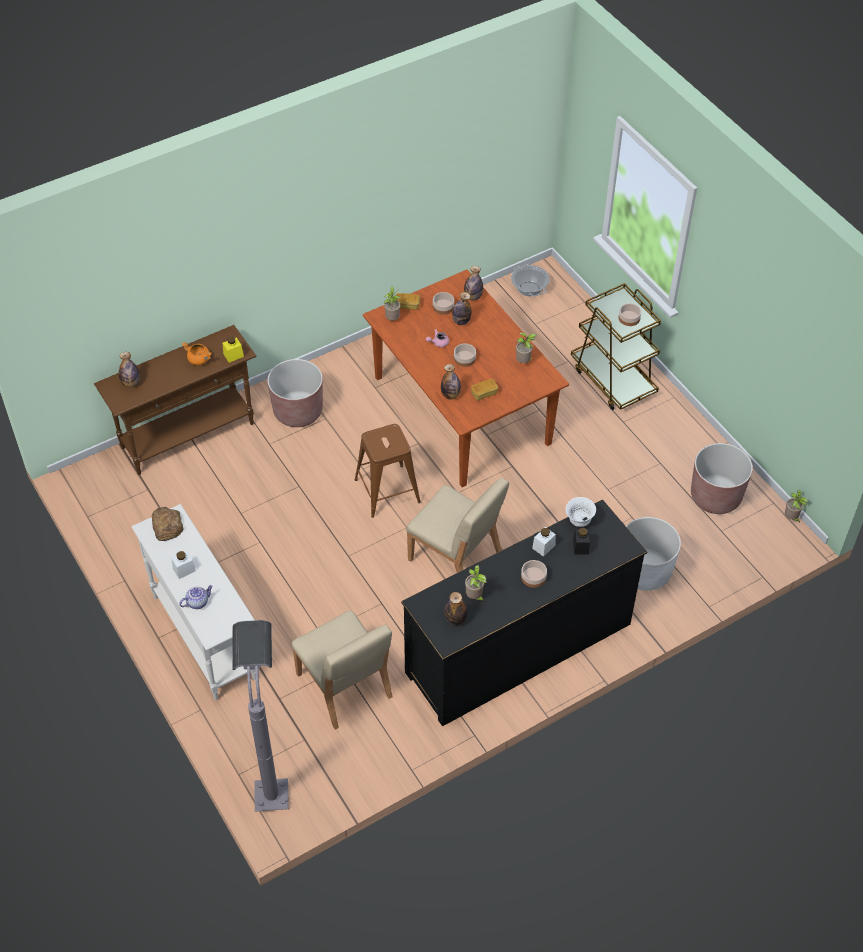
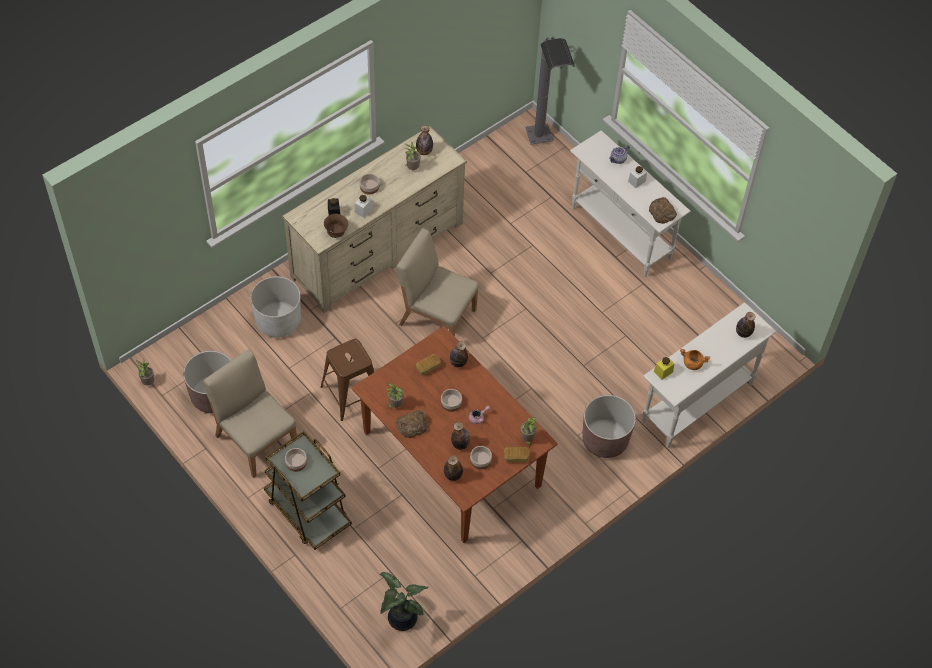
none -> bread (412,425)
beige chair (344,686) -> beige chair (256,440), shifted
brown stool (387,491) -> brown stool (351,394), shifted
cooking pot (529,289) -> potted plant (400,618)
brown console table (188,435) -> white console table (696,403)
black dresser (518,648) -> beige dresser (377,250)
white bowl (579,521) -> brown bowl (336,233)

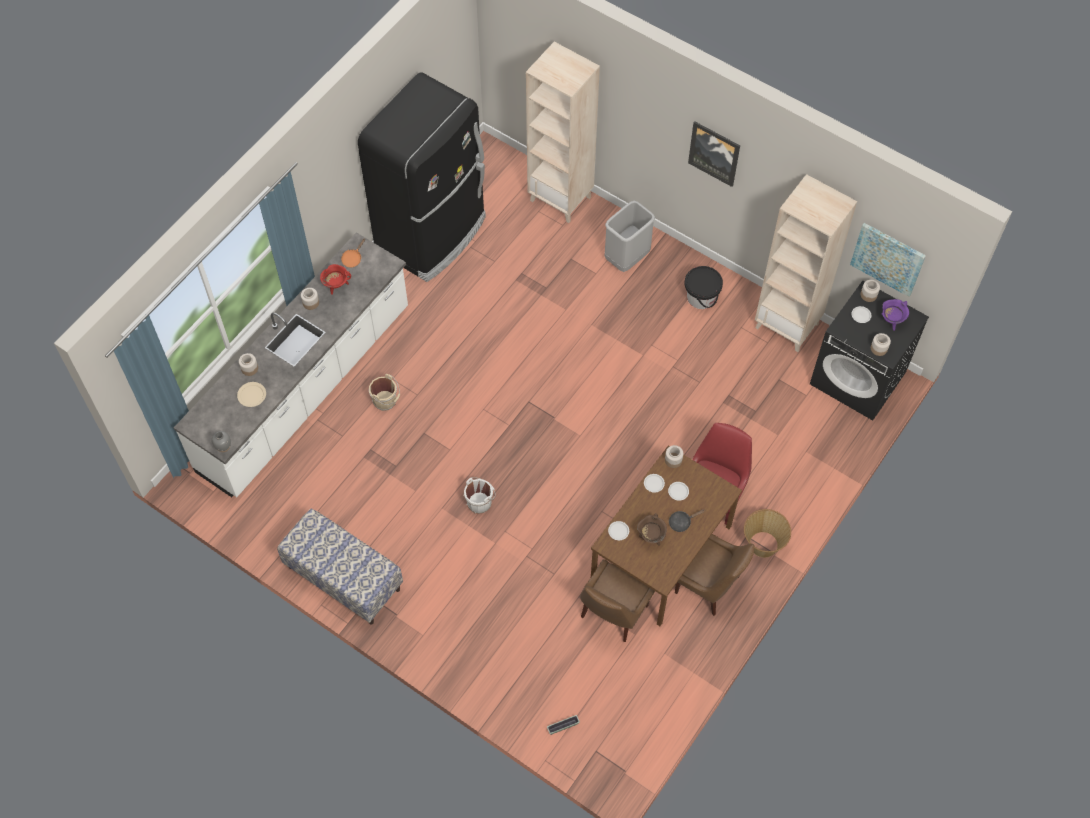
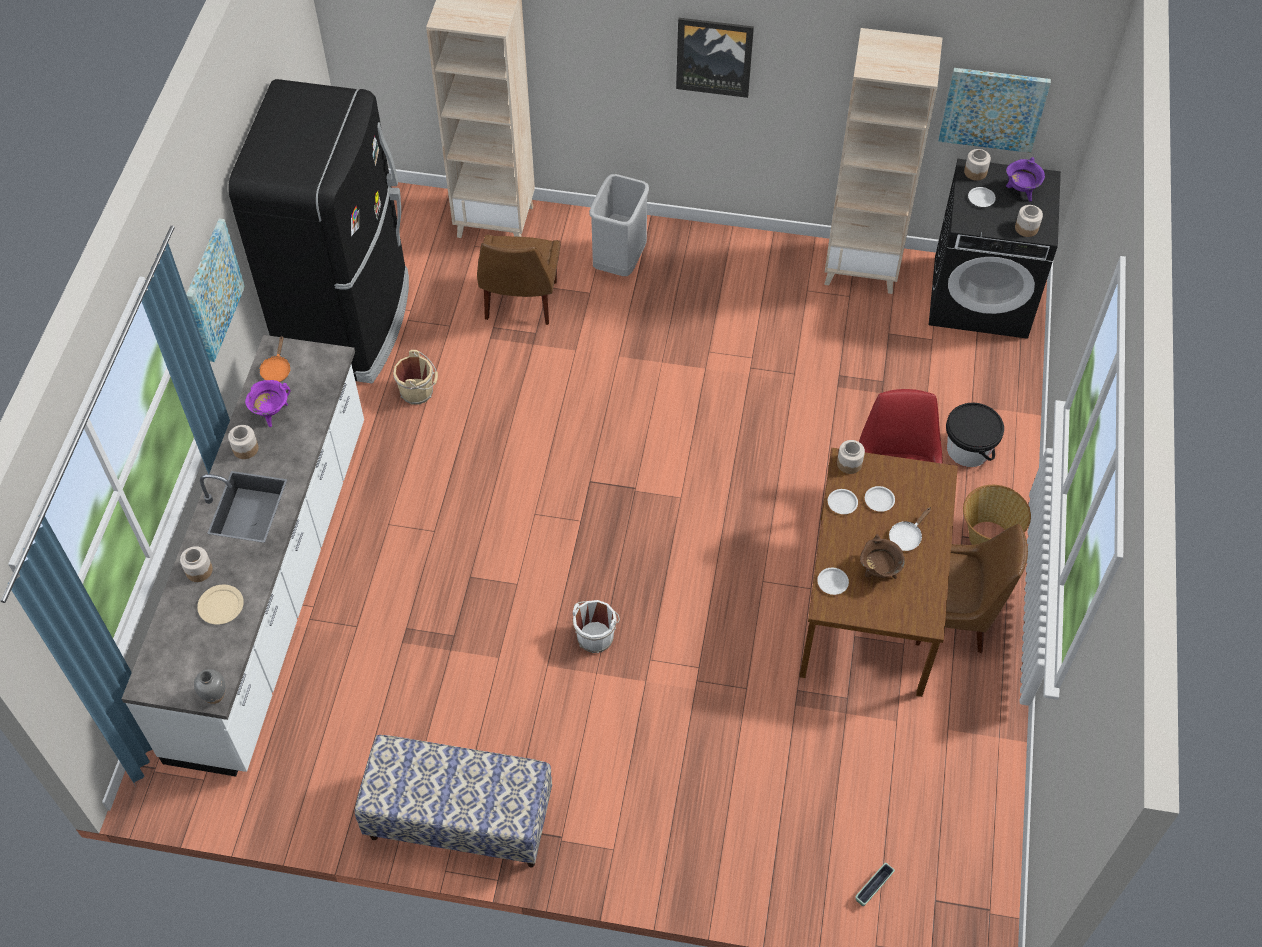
none -> picture (213,290)
beige bucket (386,401) -> beige bucket (418,392), shifted
brown chair (612,613) -> brown chair (520,303), shifted
black bucket (701,297) -> black bucket (968,449), shifted
red cooking pot (336,286) -> purple cooking pot (271,413)
black frying pan (682,522) -> white frying pan (907,536)

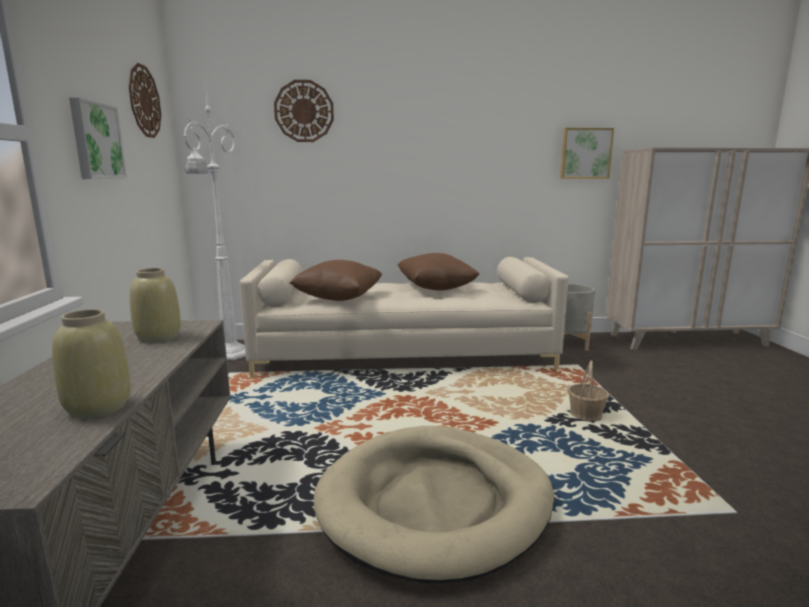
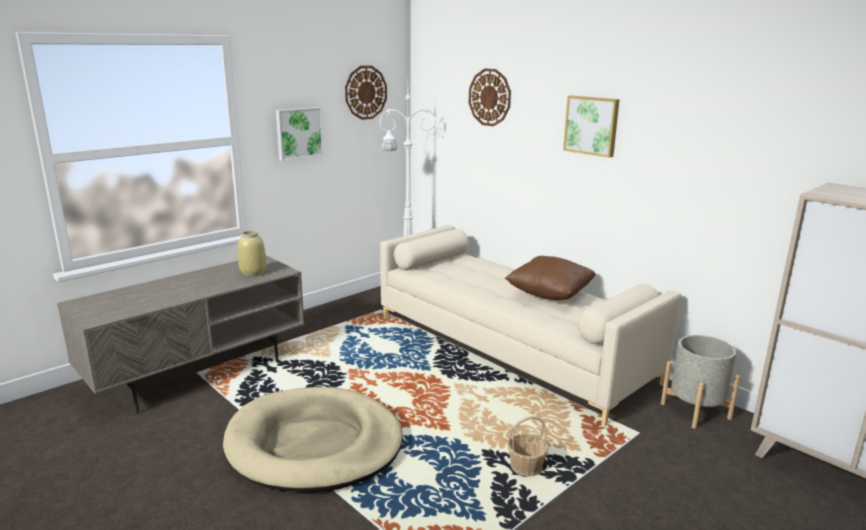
beige vase (97,408) -> none
brown pillow (338,298) -> none
picture (585,153) -> picture (592,125), shifted

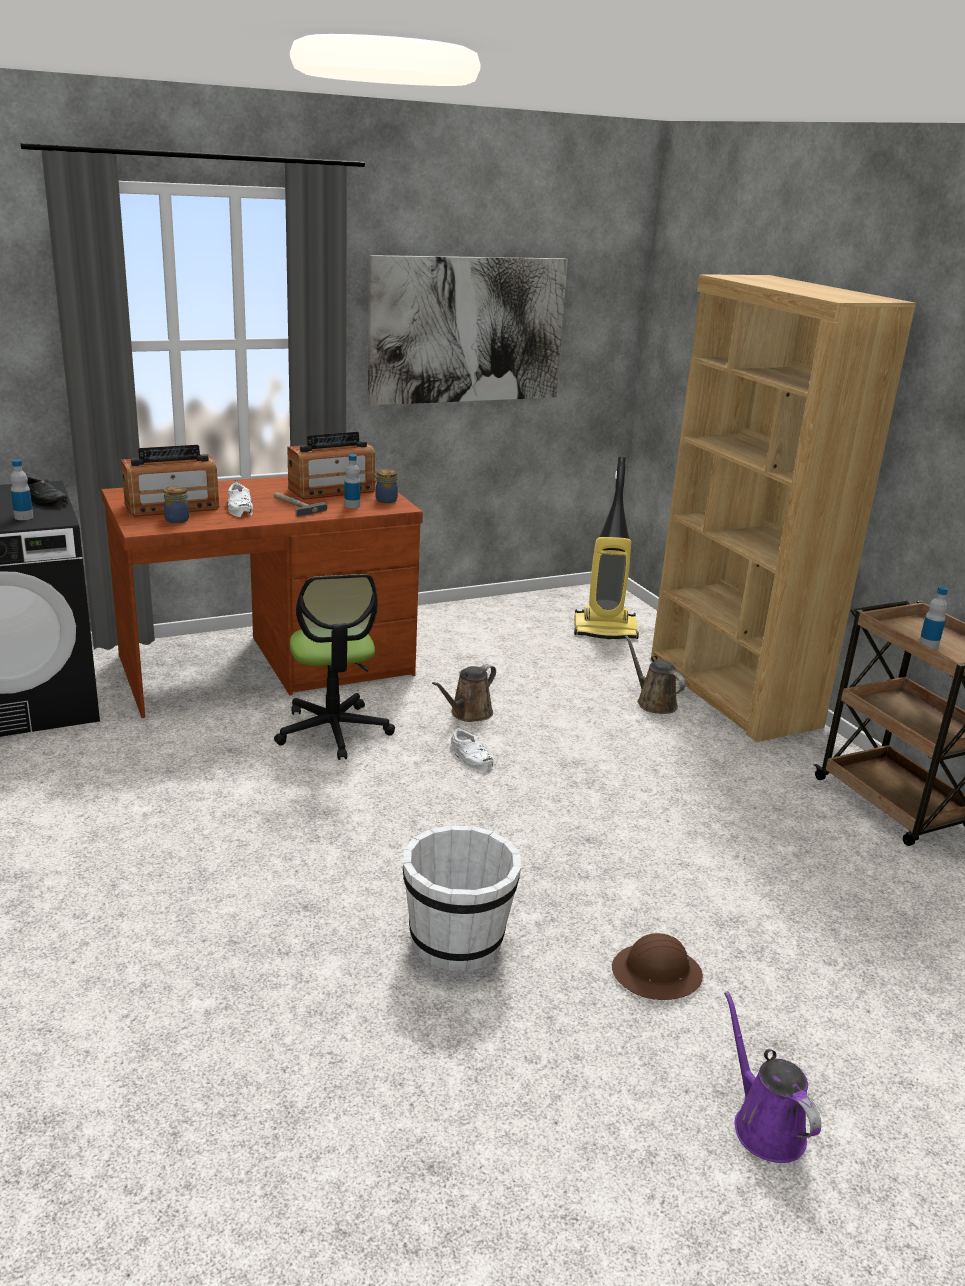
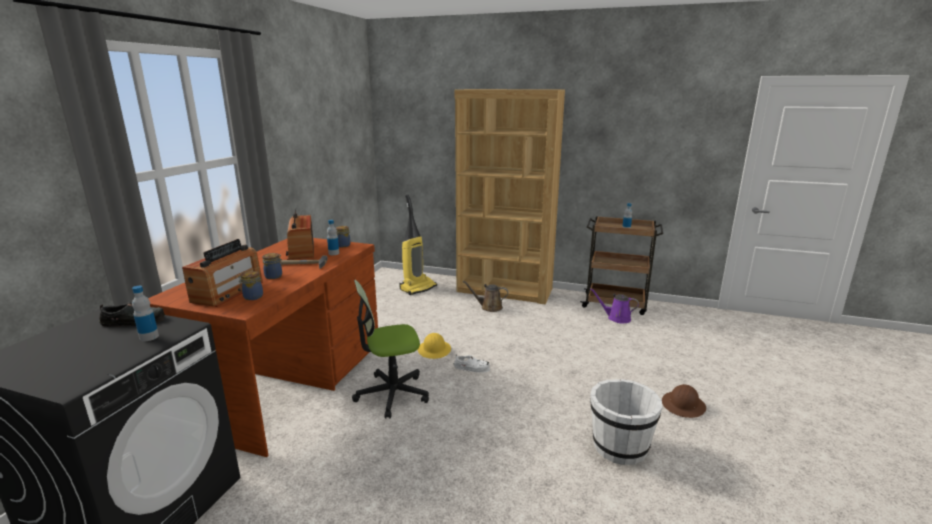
picture (467,330) -> none
purple watering can (764,1125) -> purple watering can (616,318), shifted
white shoe (240,508) -> jar (274,276)
brown watering can (468,714) -> yellow hard hat (434,350)
office chair (333,731) -> office chair (392,394), 135 degrees clockwise
radio (332,490) -> radio (301,250), 150 degrees clockwise

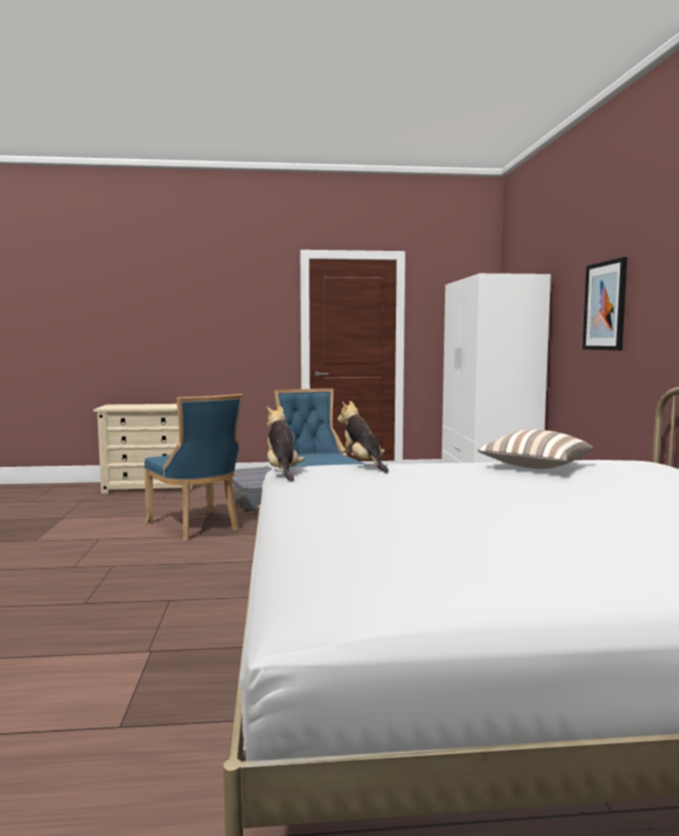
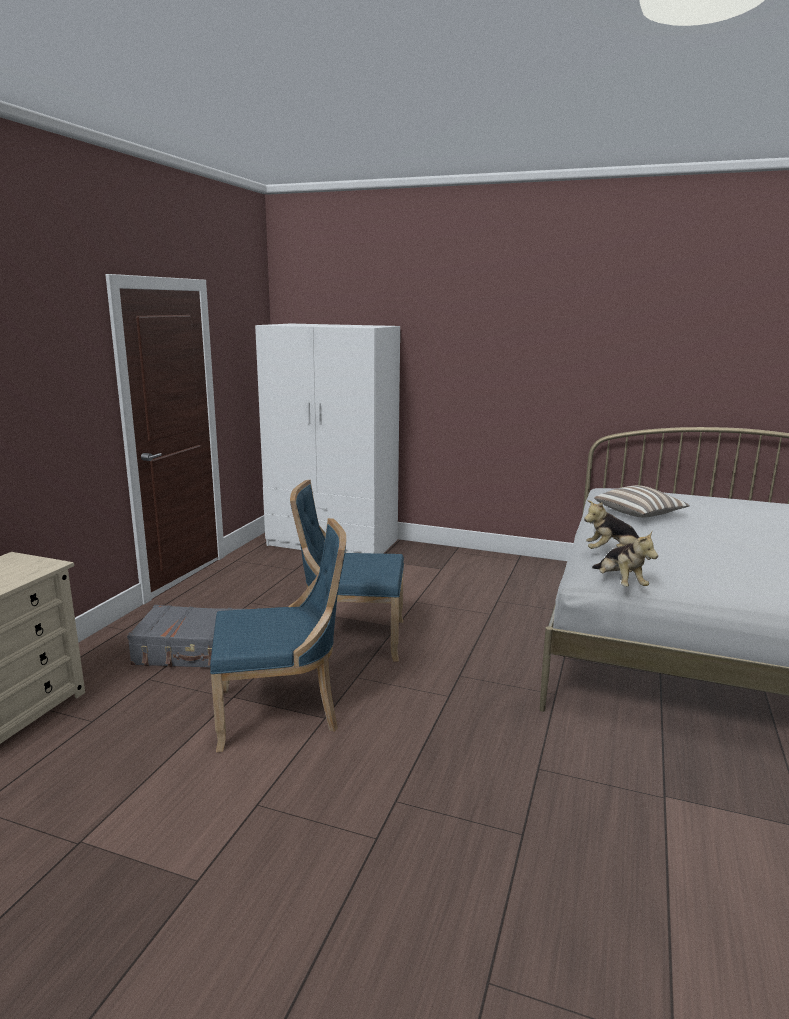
picture (605,306) -> none
plush toy (282,472) -> plush toy (620,583), 120 degrees counterclockwise

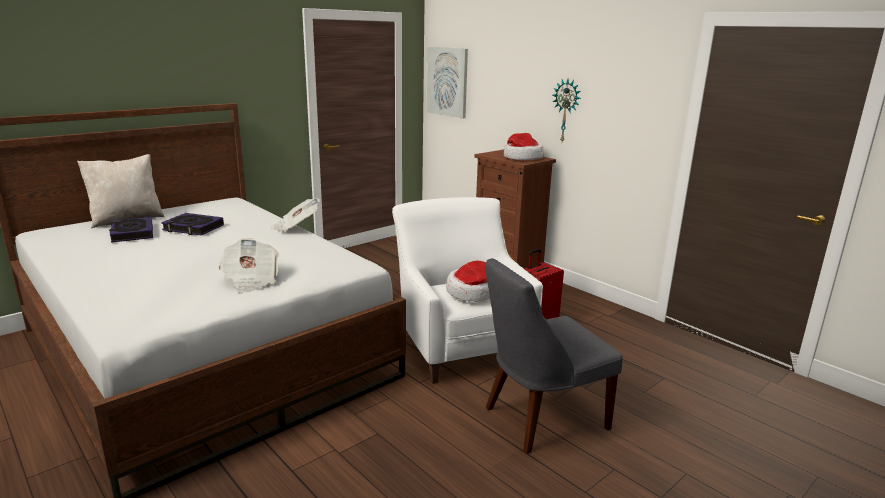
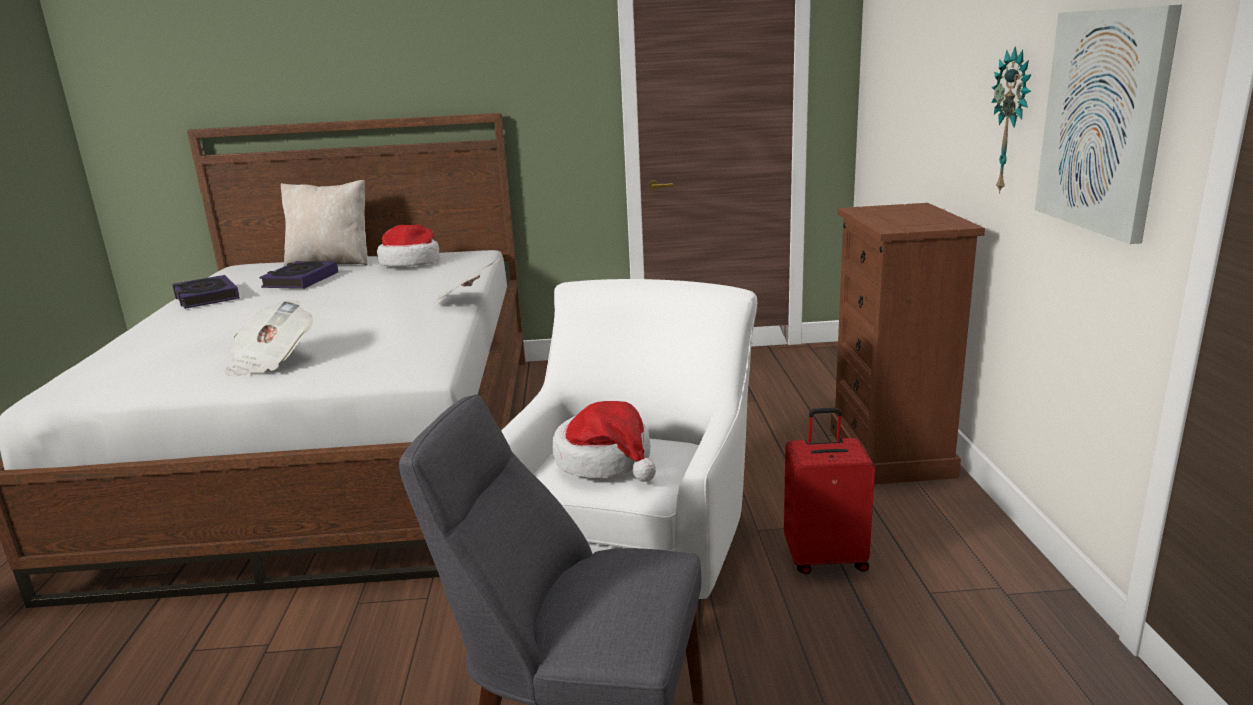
book (193,228) -> book (206,297), shifted
picture (447,82) -> picture (1104,121), shifted
hat (521,158) -> hat (411,262), shifted

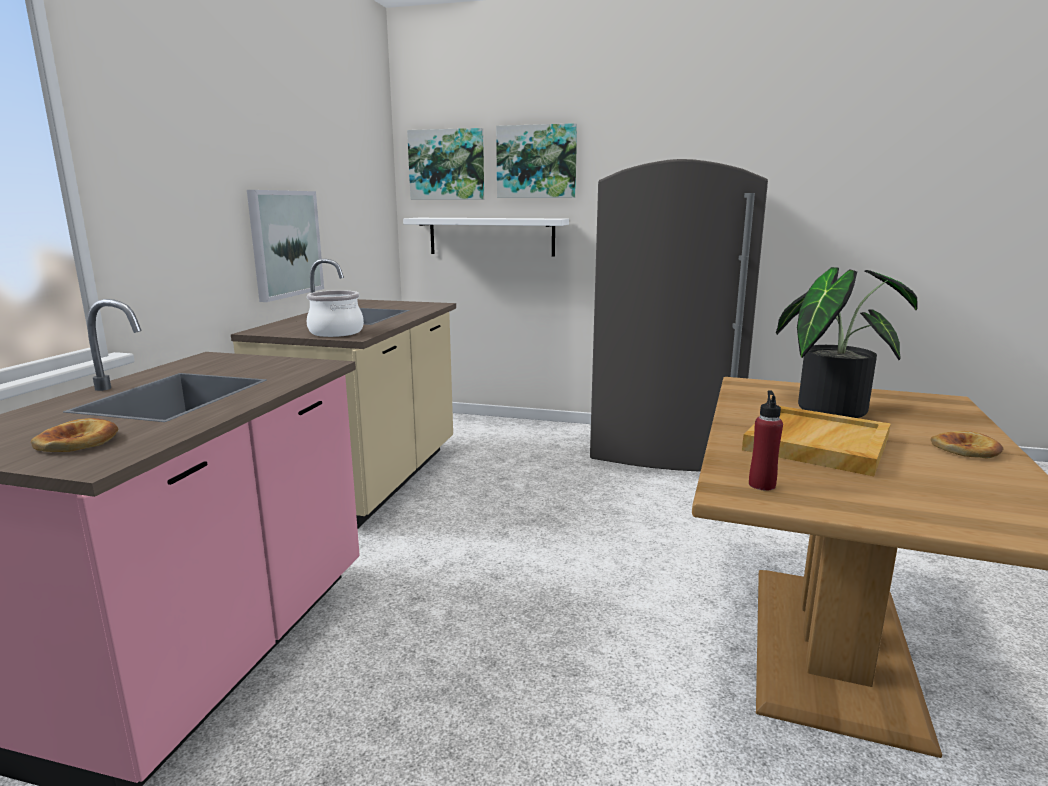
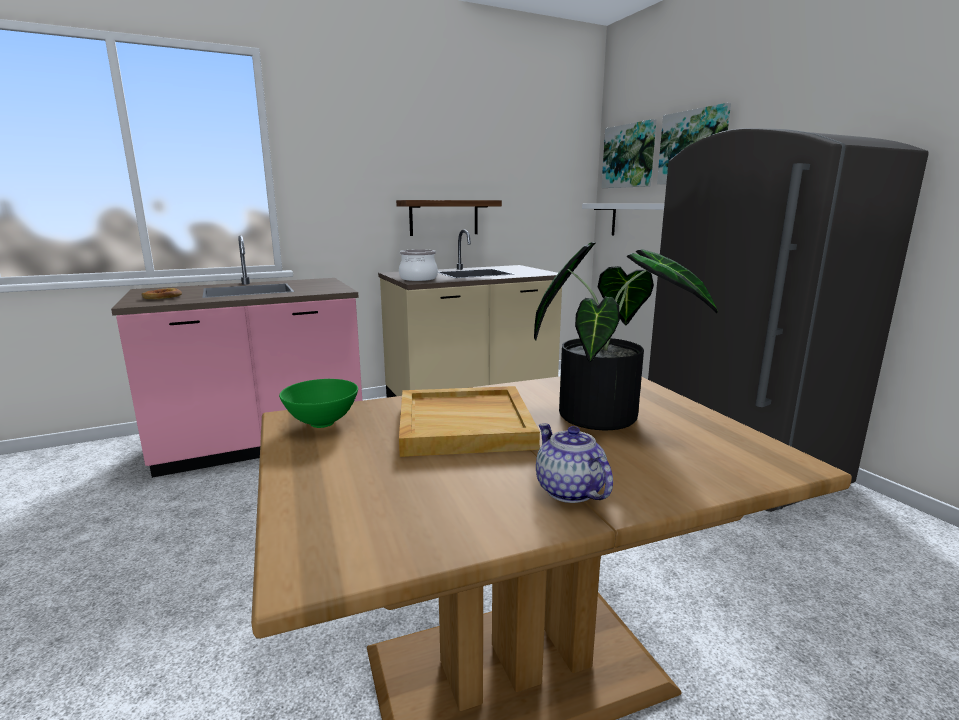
picture (285,243) -> shelf (444,217)
red bottle (762,485) -> green bowl (323,423)
bread (966,449) -> teapot (568,490)

